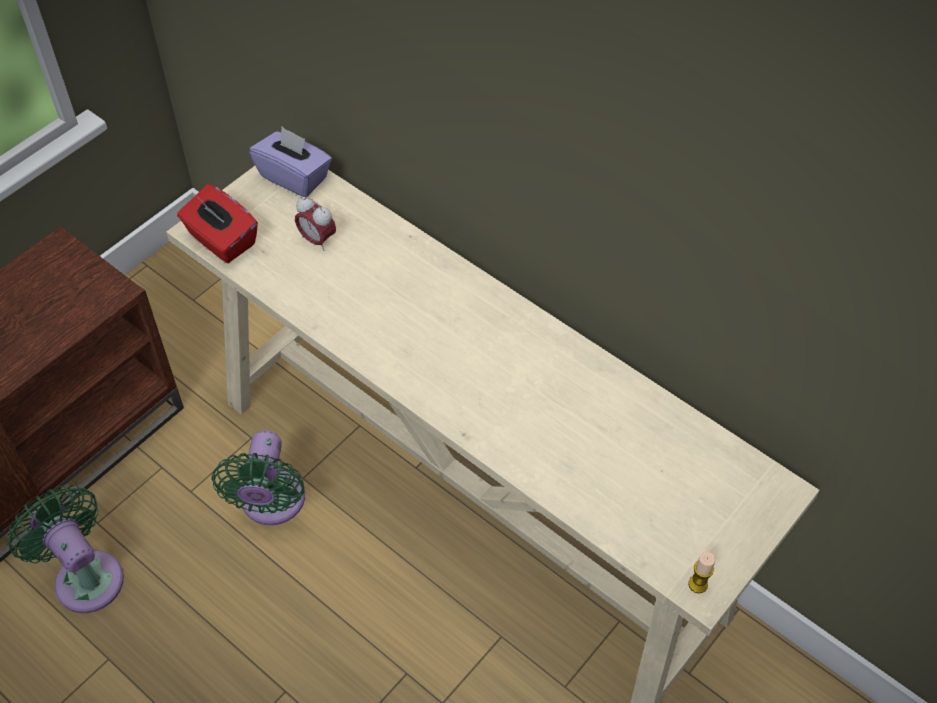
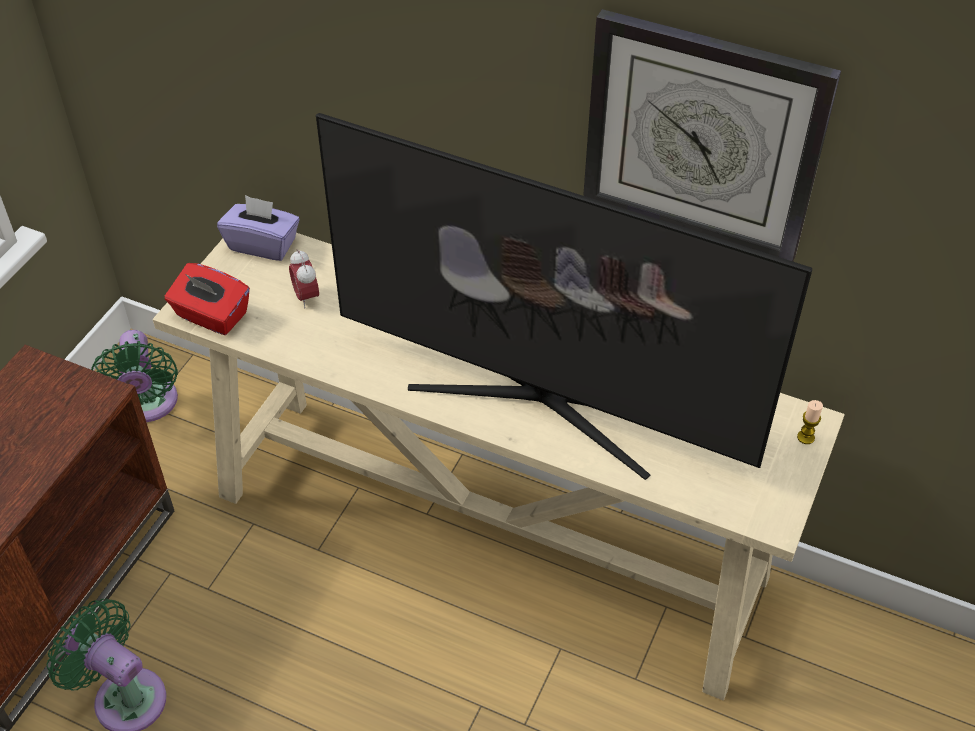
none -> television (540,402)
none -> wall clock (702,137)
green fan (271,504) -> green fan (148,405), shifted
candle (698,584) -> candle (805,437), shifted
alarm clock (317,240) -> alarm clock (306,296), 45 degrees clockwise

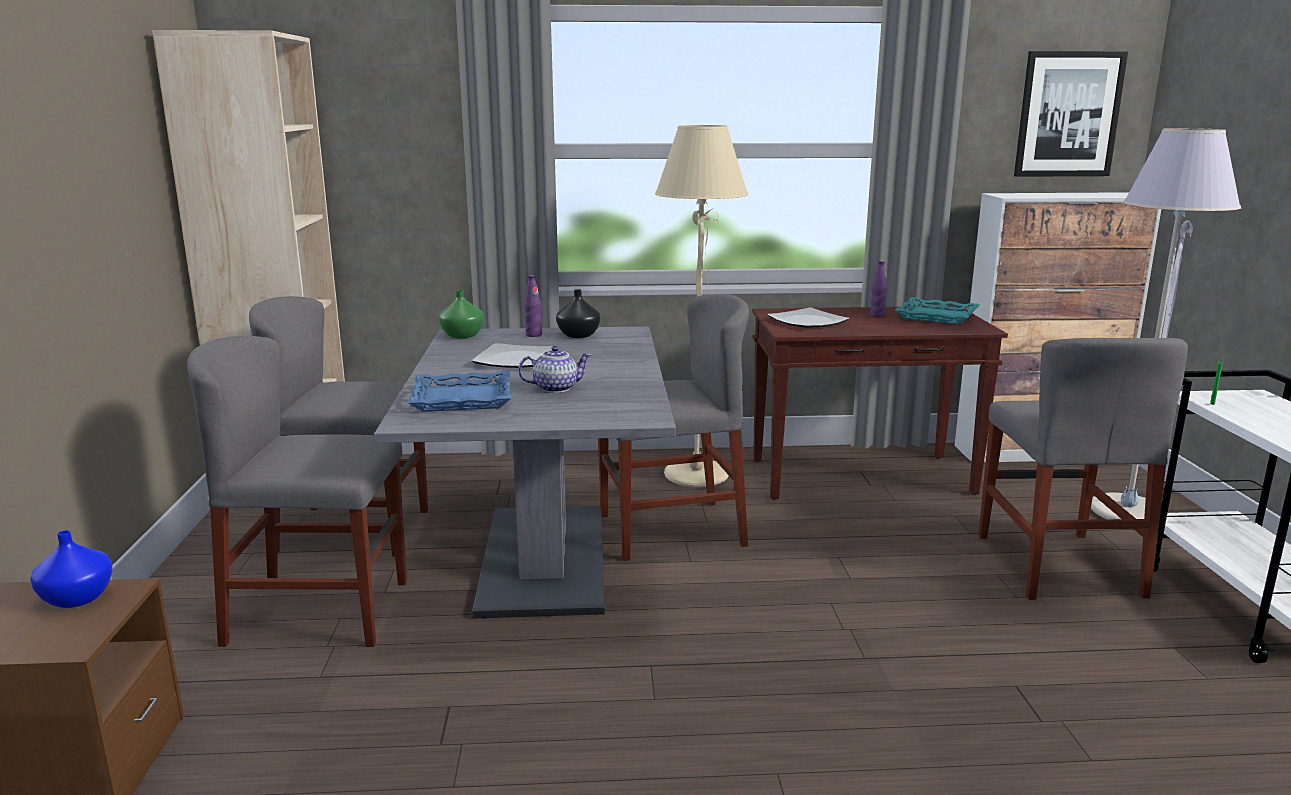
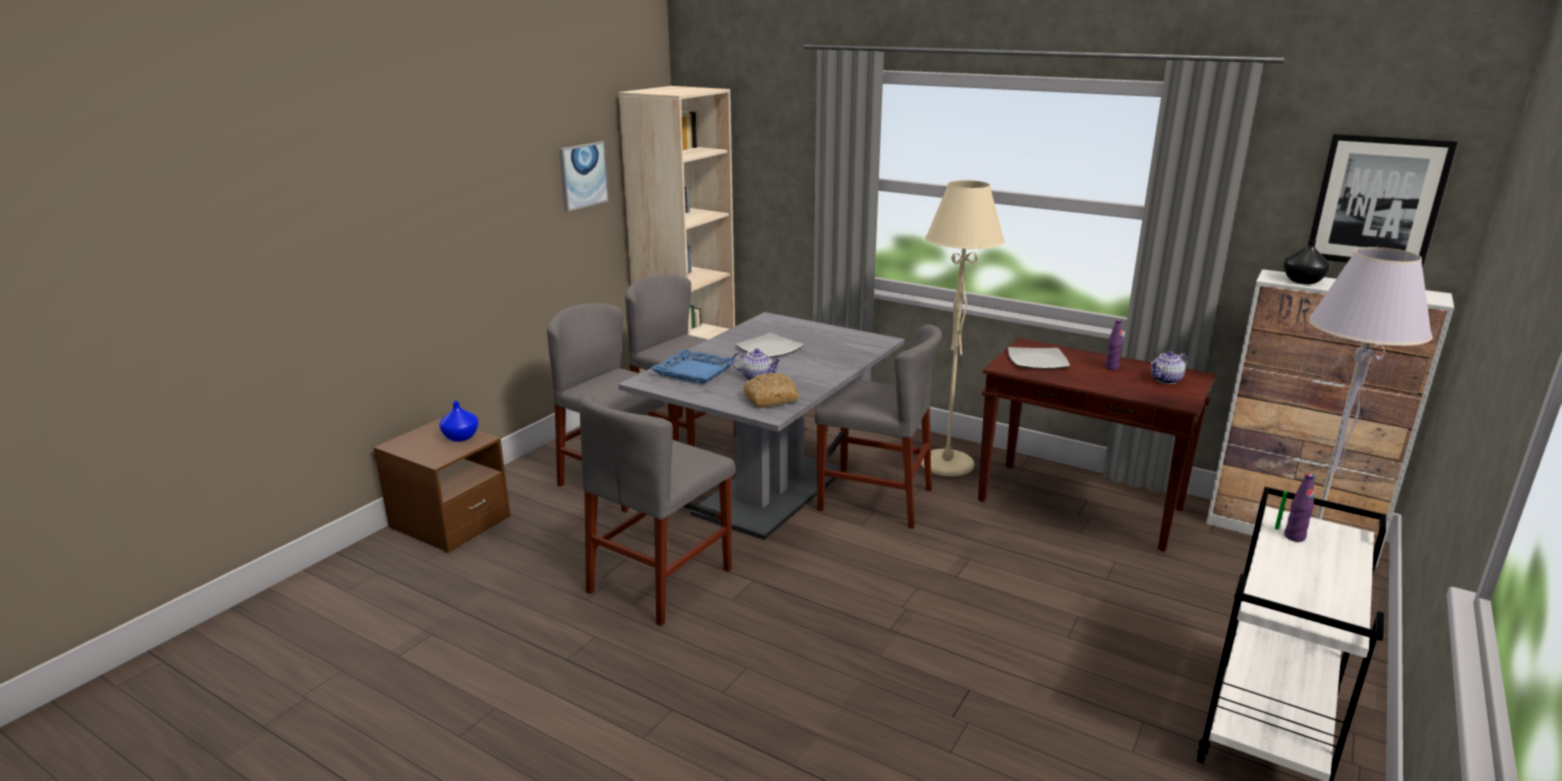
green vase (462,335) -> none
none -> picture (583,175)
none -> bread (771,398)
purple bottle (534,335) -> purple bottle (1294,537), shifted
black vase (579,335) -> black vase (1303,281), shifted
grey chair (1057,564) -> grey chair (661,580), shifted
turquoise tray (937,316) -> teapot (1166,380)

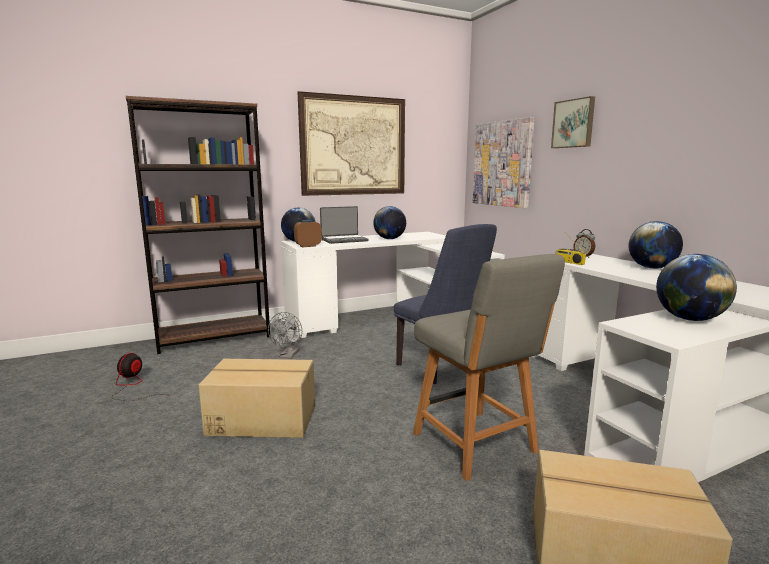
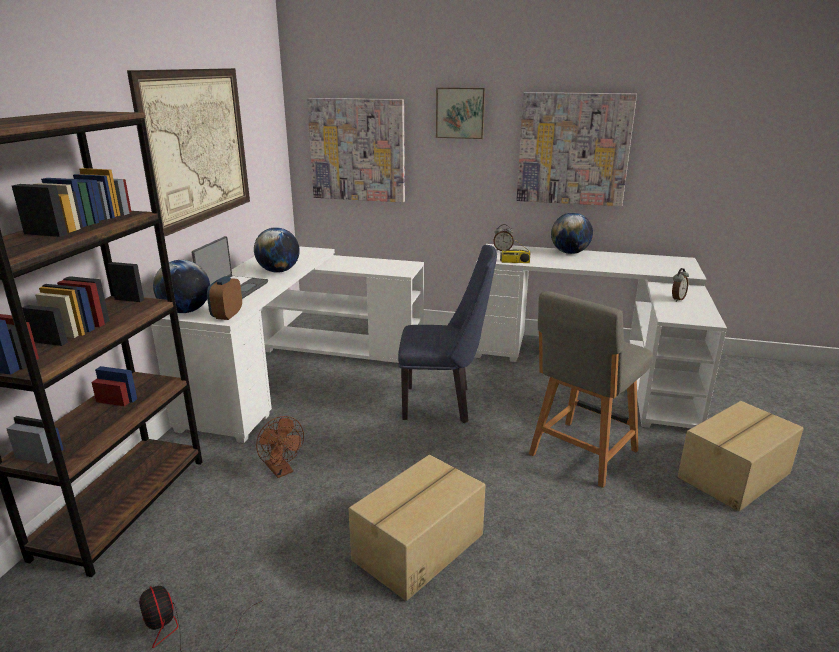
none -> picture (573,149)
globe (689,319) -> alarm clock (677,299)
grey fan (288,355) -> brown fan (282,471)
grey chair (476,445) -> grey chair (581,454), 120 degrees clockwise

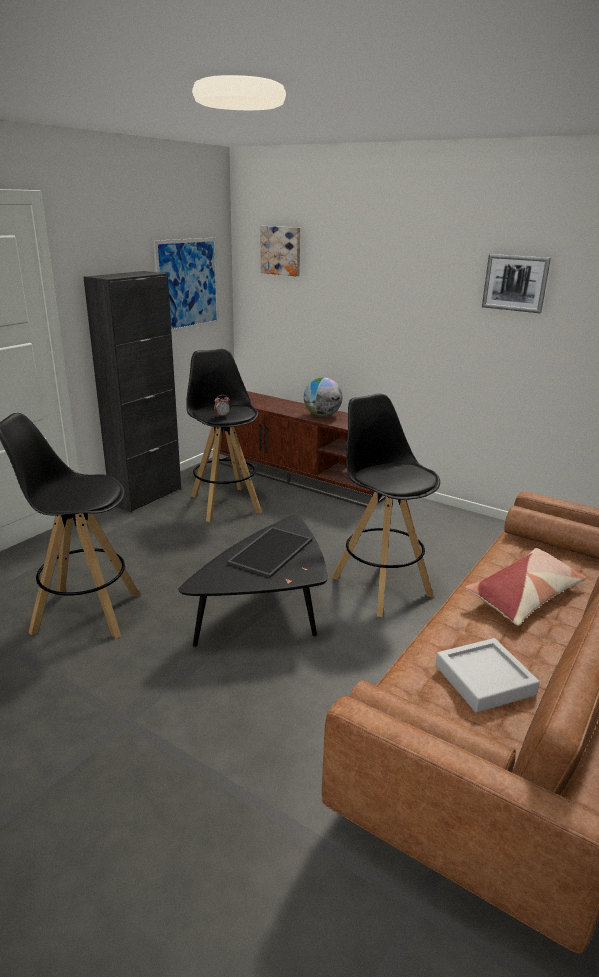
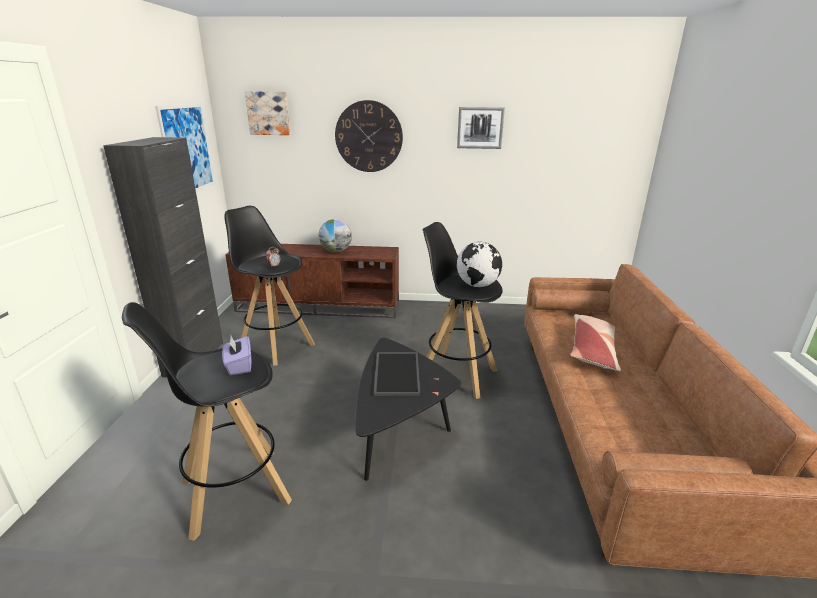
grey tray (484,680) -> none
none -> purple tissue box (239,366)
none -> wall clock (369,137)
none -> globe (477,285)

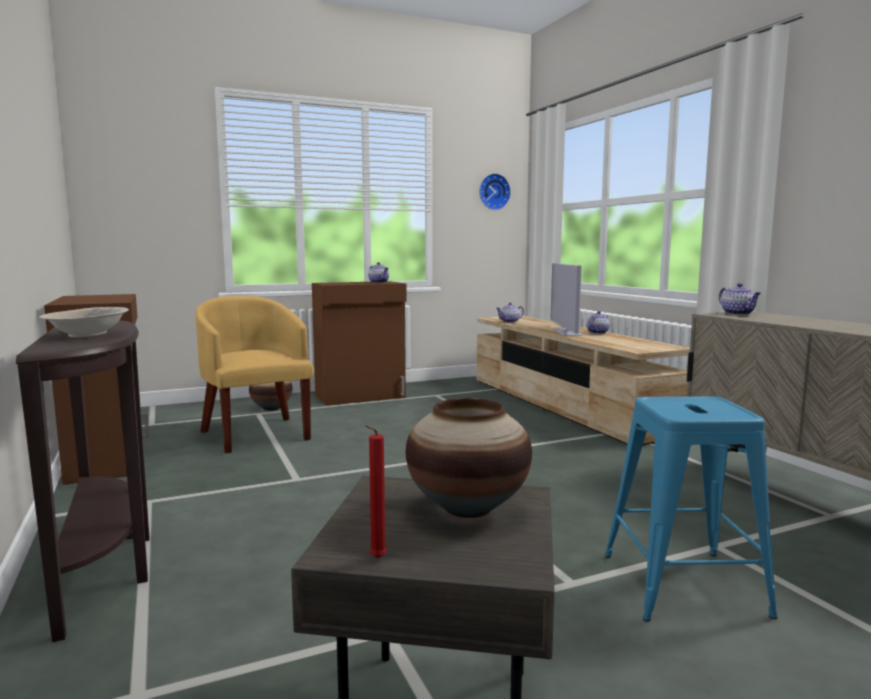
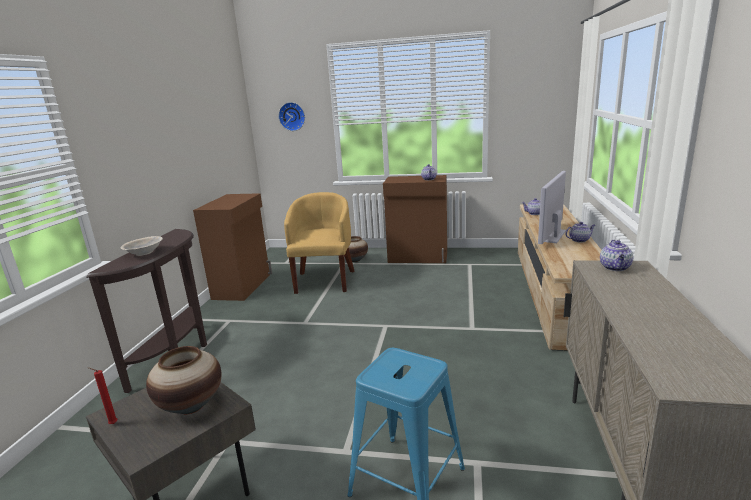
wall clock (493,192) -> wall clock (292,116), shifted

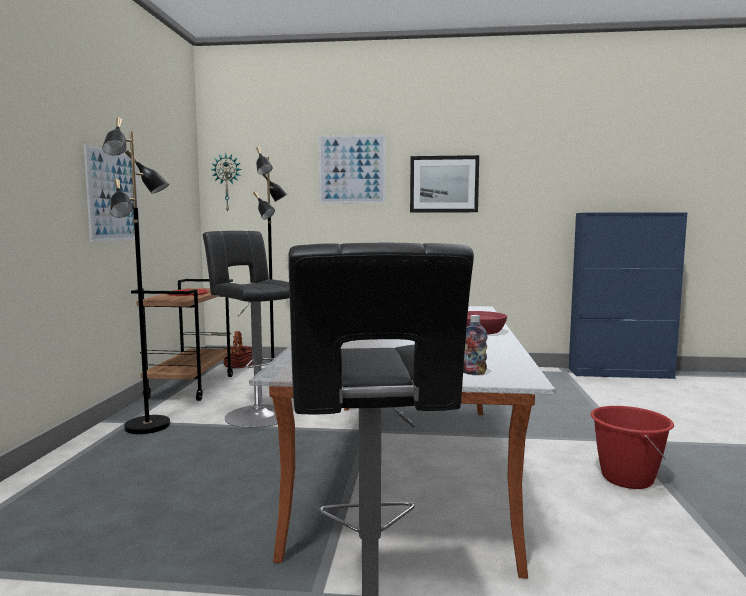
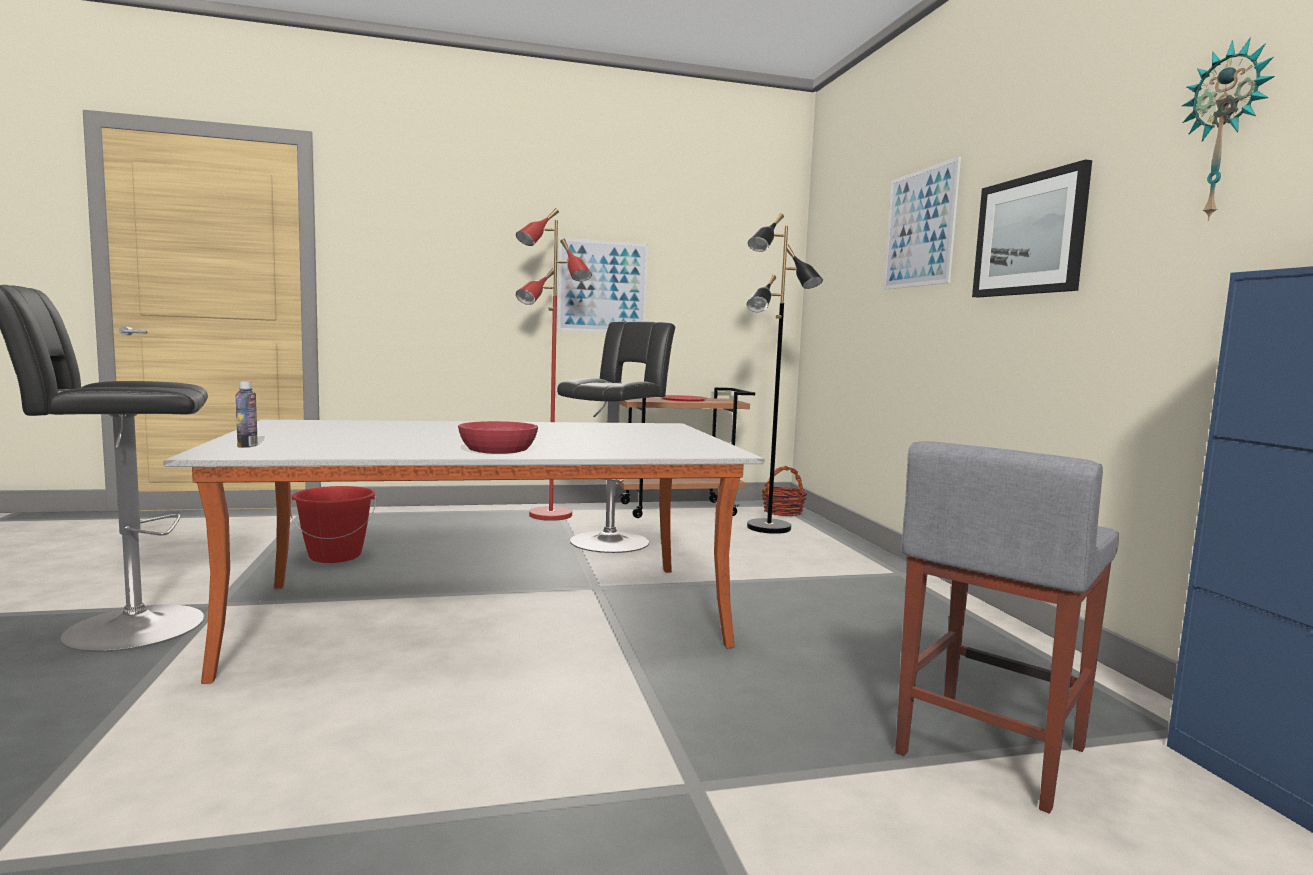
none -> grey stool (989,751)
wall clock (227,182) -> wall clock (1226,132), shifted
red bucket (626,478) -> red bucket (335,556), shifted
black floor lamp (148,426) -> red floor lamp (550,515)

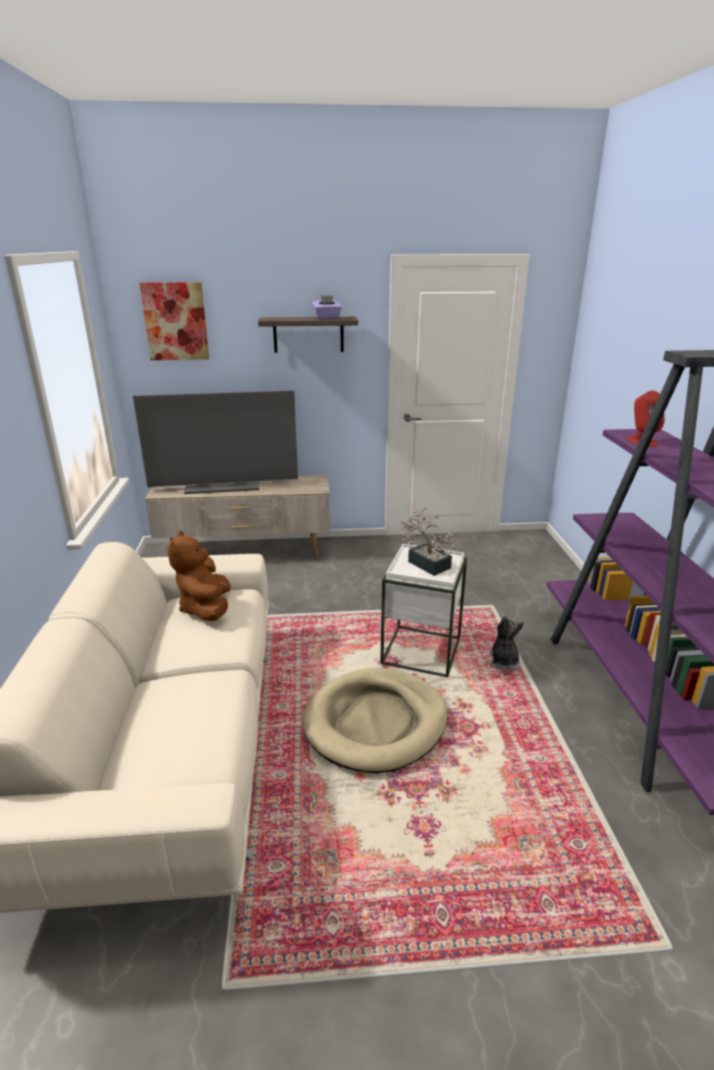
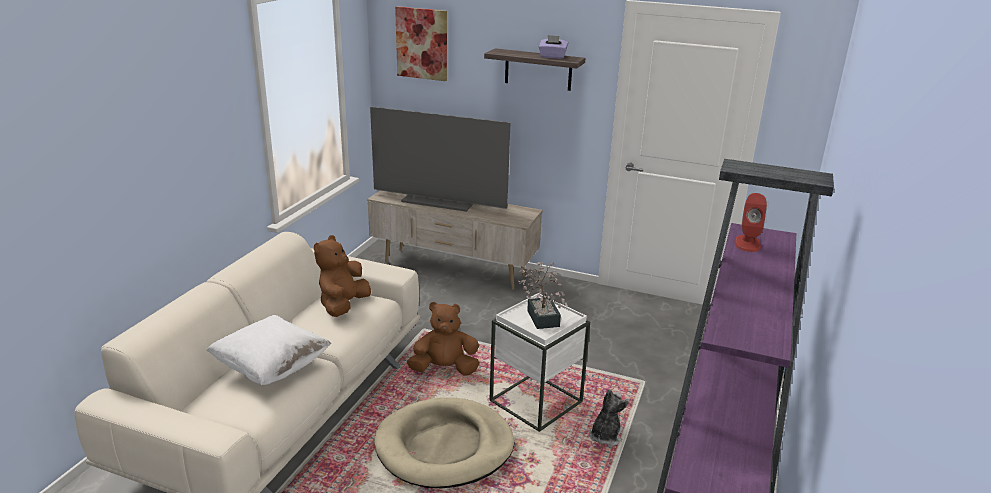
none -> white pillow (271,368)
none -> brown plush toy (444,369)

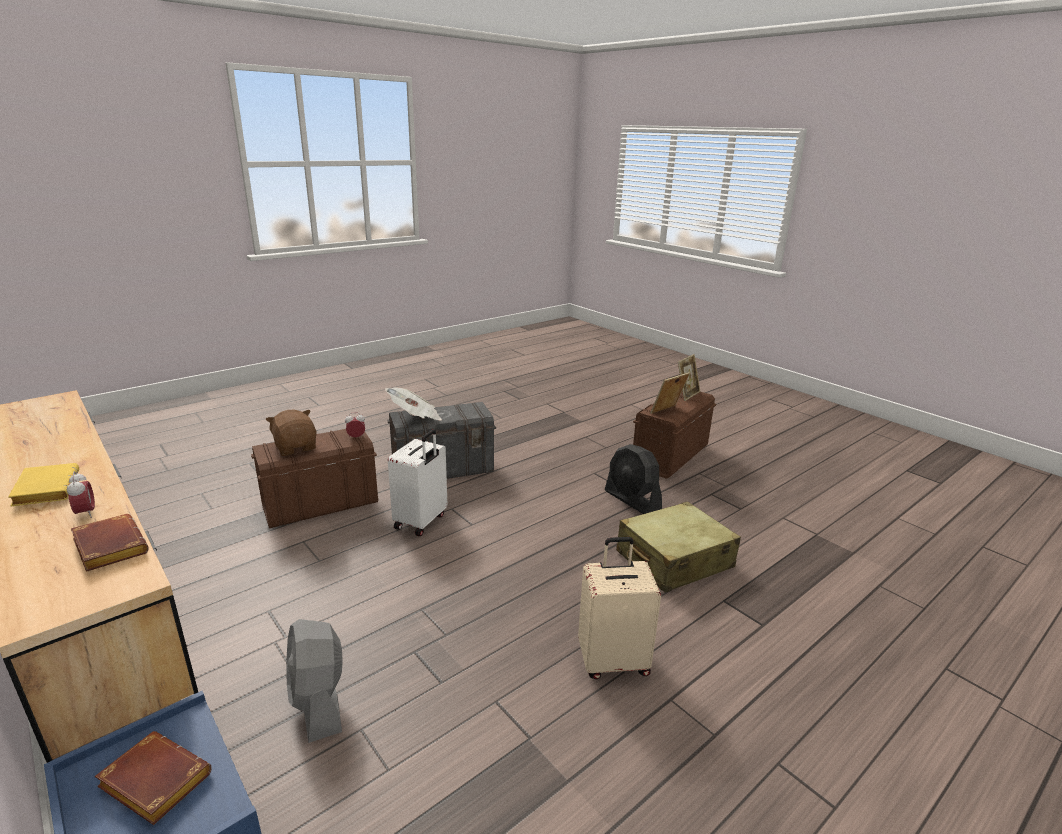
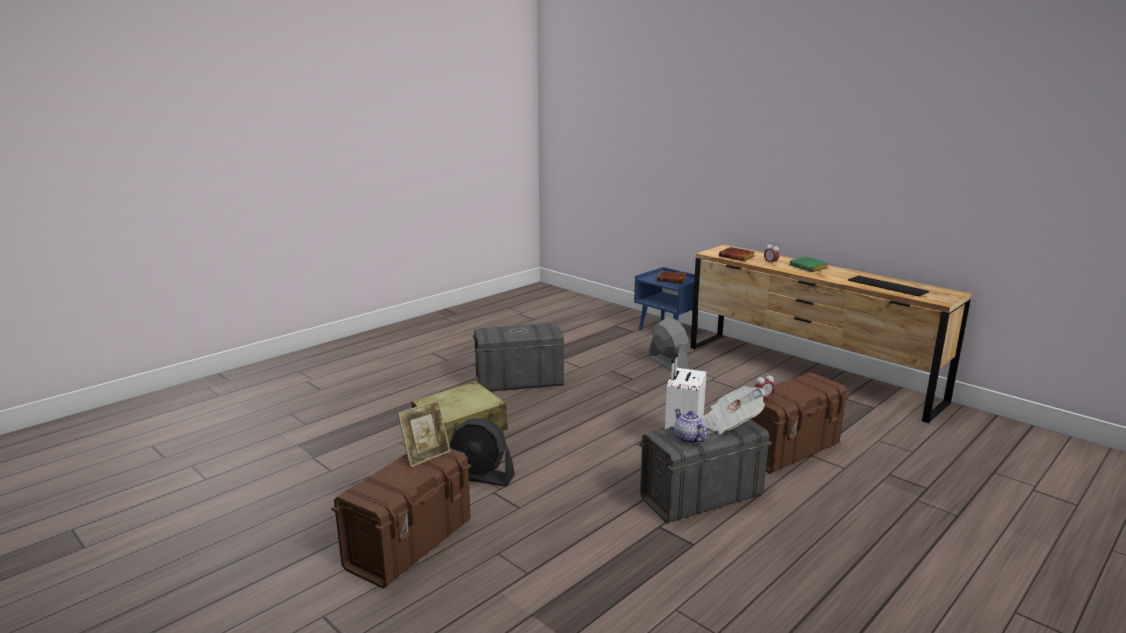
brown plush toy (296,447) -> none
picture frame (687,394) -> none
none -> teapot (688,438)
none -> keyboard (887,286)
beige suitcase (613,660) -> grey storage box (518,381)
yellow book (45,489) -> green book (810,268)
black fan (632,500) -> black fan (481,476), 150 degrees clockwise

